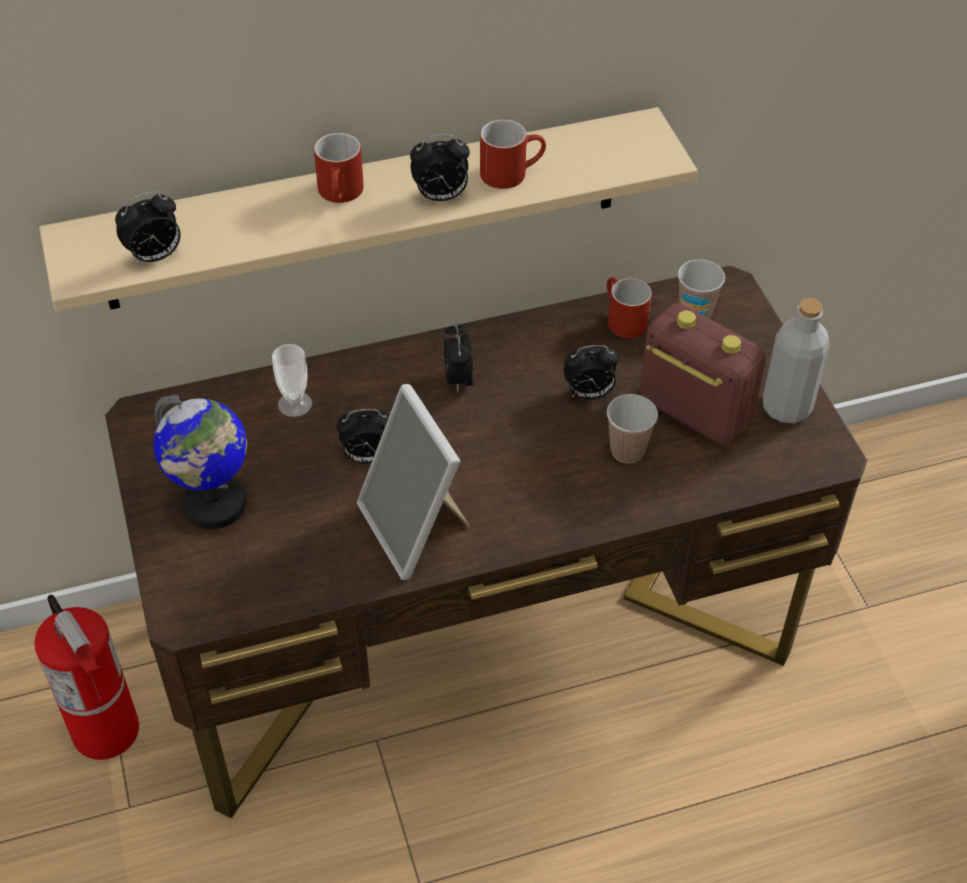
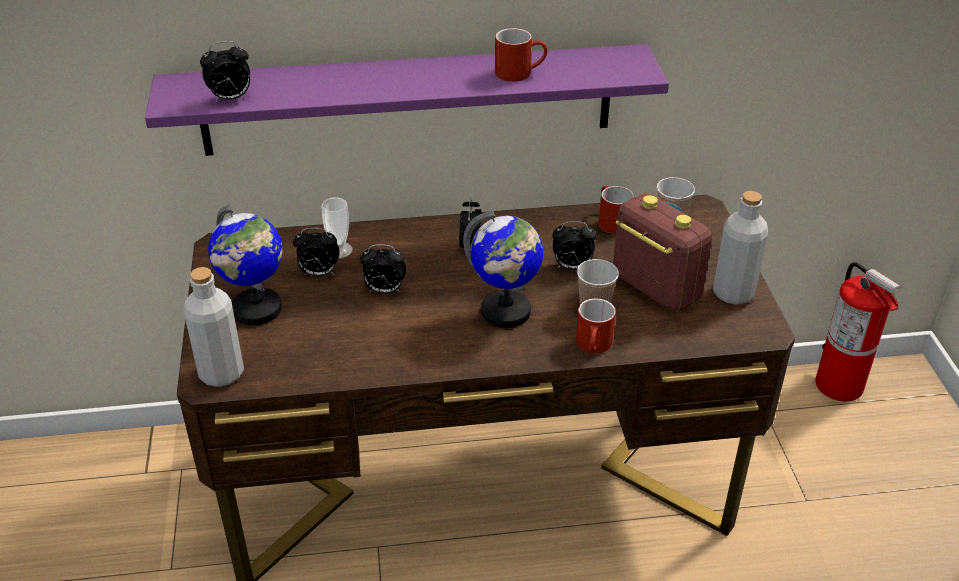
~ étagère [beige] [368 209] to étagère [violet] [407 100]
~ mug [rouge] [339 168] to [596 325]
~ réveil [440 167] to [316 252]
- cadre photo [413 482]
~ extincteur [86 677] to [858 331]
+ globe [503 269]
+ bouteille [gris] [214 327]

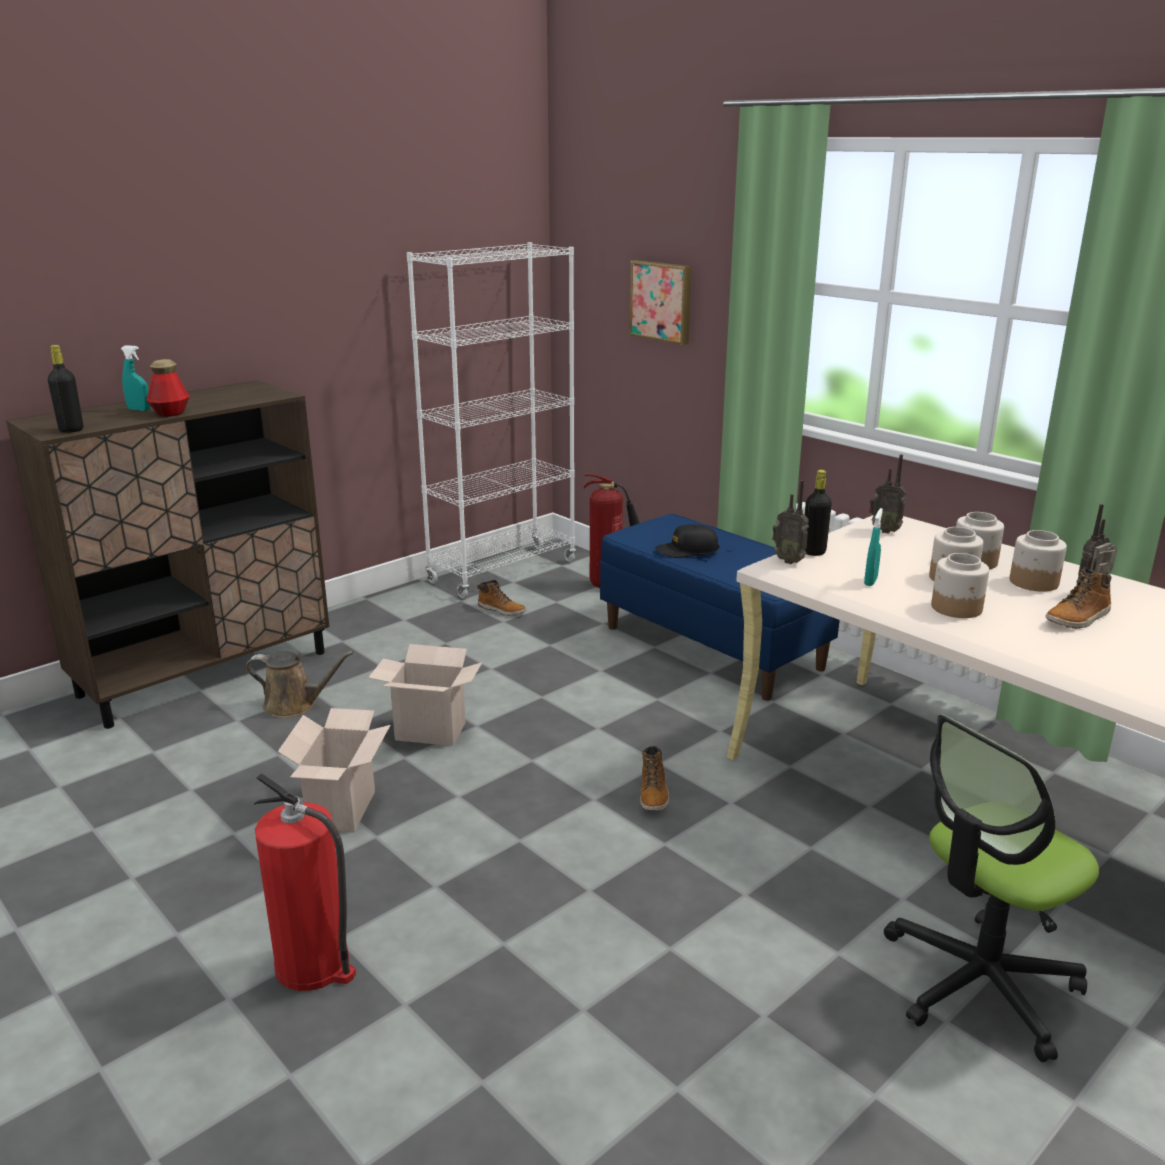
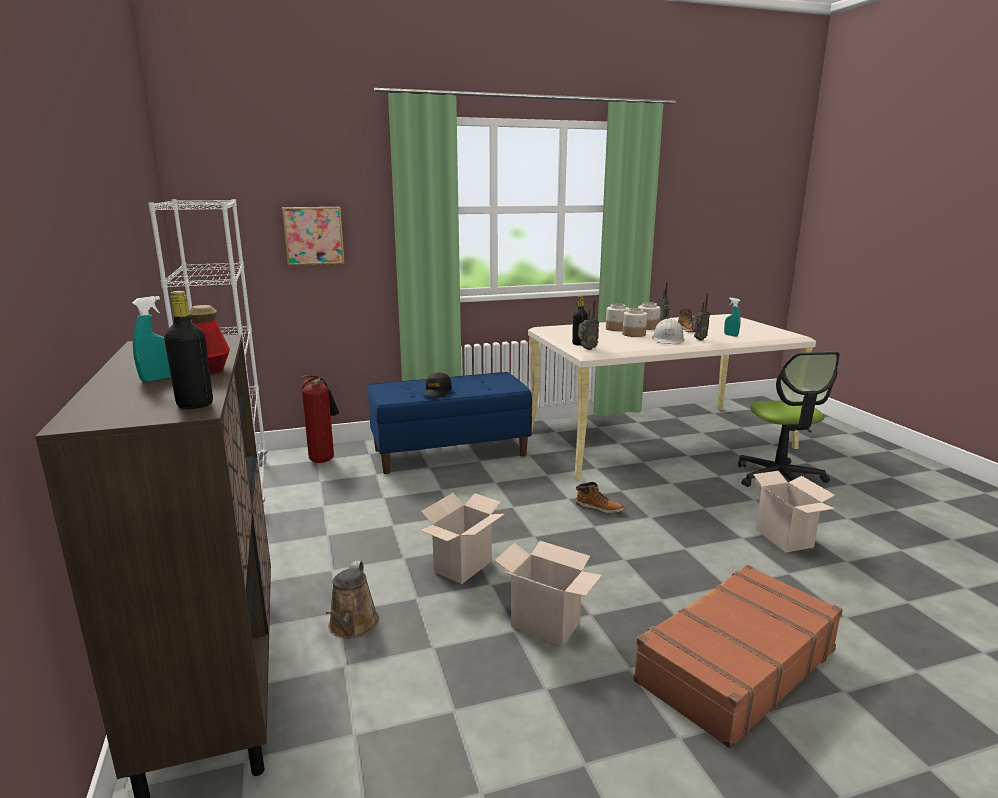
~ radio [887 494] to [701 316]
~ vaporisateur [turquoise] [873 547] to [732 317]
~ bocal [960 585] to casque de chantier [blanc] [668 331]
- botte [501 598]
~ arrosoir [marron] [300 684] = [352 599] 150 degrees clockwise
~ extincteur [305 882] to valise [marron] [738 657]
+ carton [794 512]

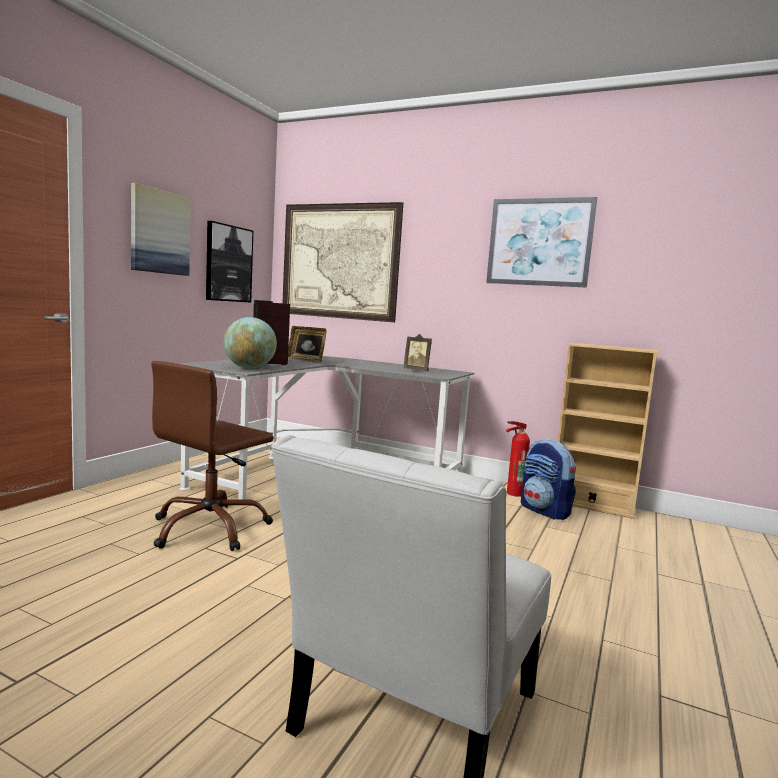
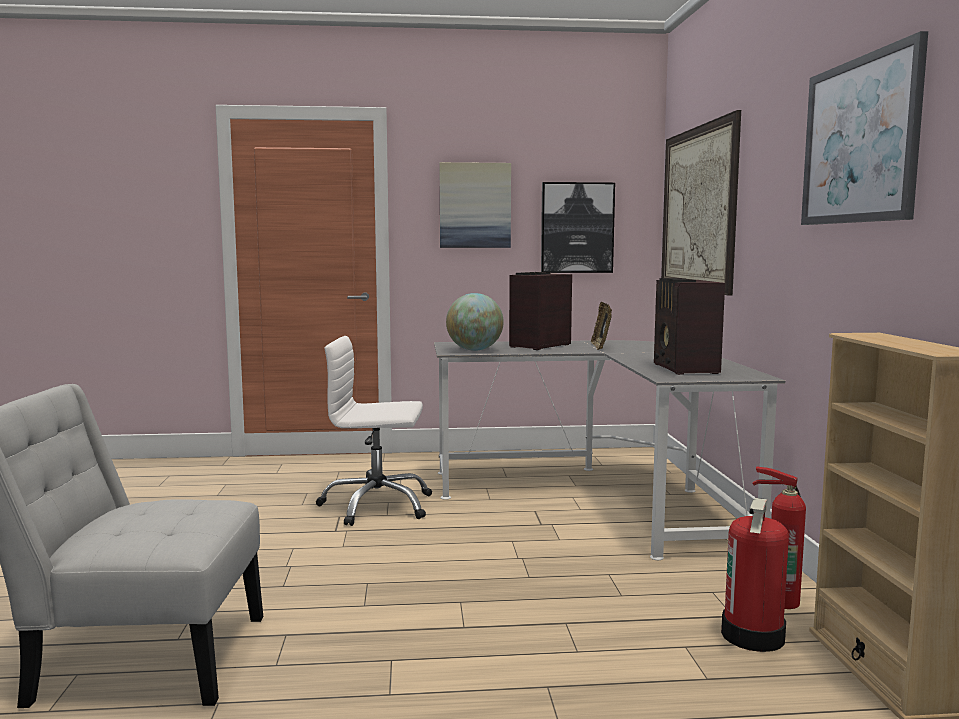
~ cadre photo [417 352] to radio [689 326]
~ chaise de bureau [marron] [212 456] to chaise de bureau [blanc] [374 431]
~ sac à dos [548 479] to extincteur [755 575]

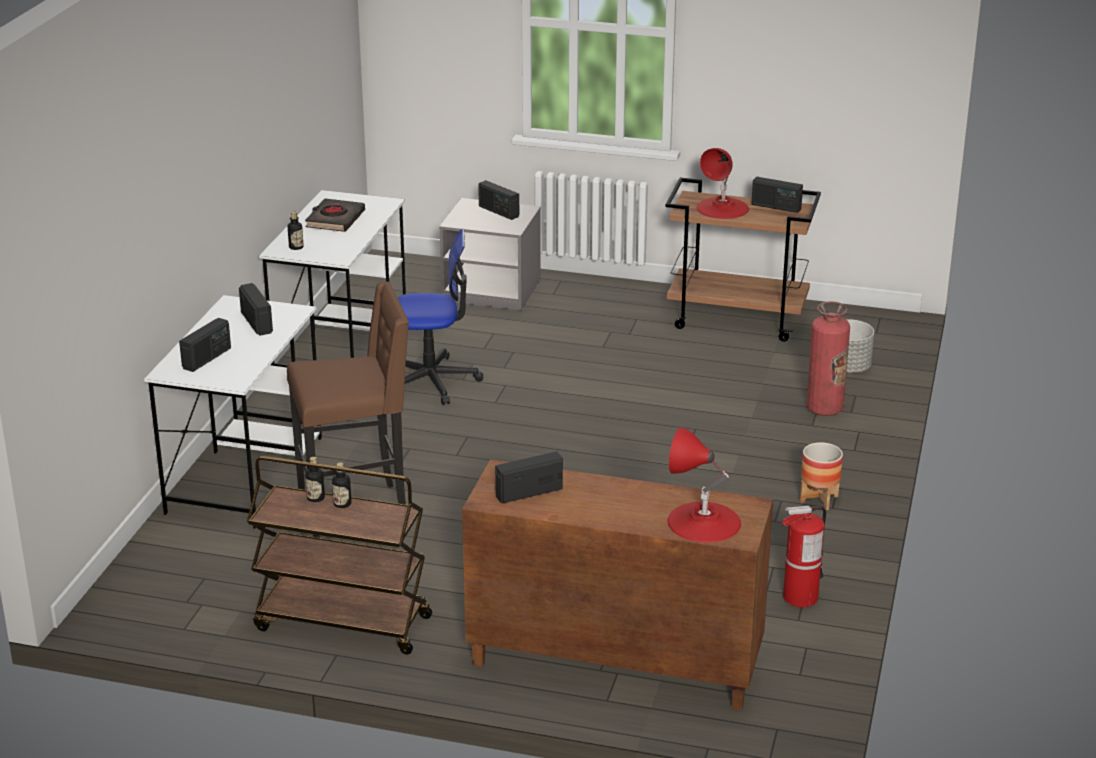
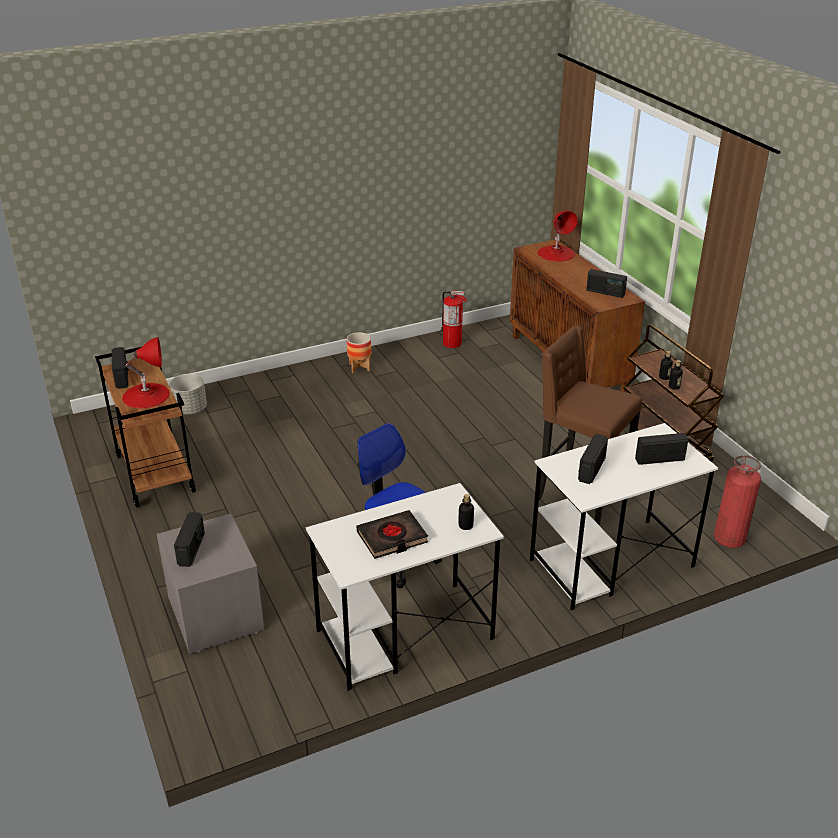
~ extincteur [828 358] to [737 501]

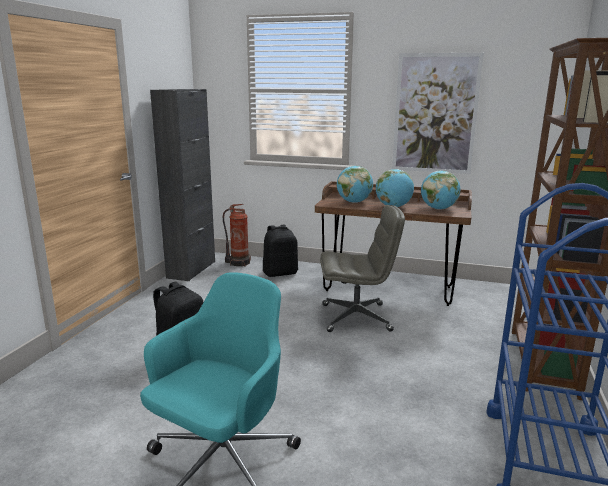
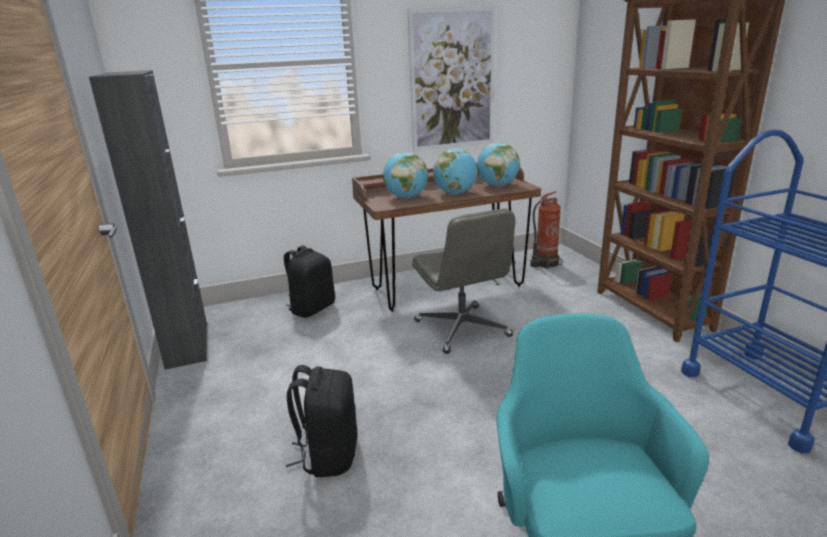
~ extincteur [237 235] to [546 230]
~ chaise de bureau [gris] [362 268] = [464 281] 105 degrees clockwise

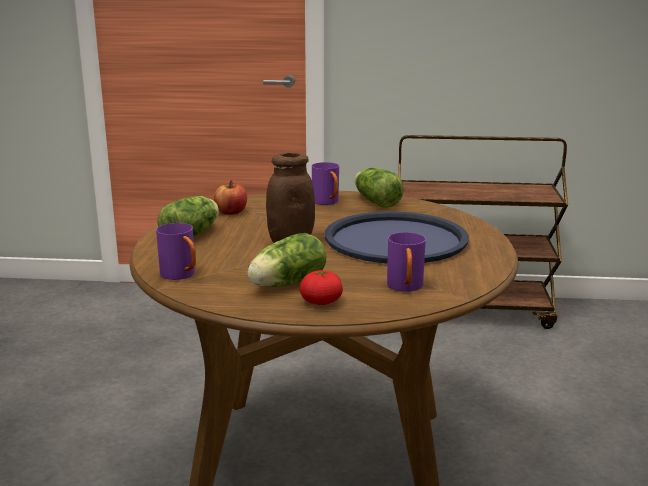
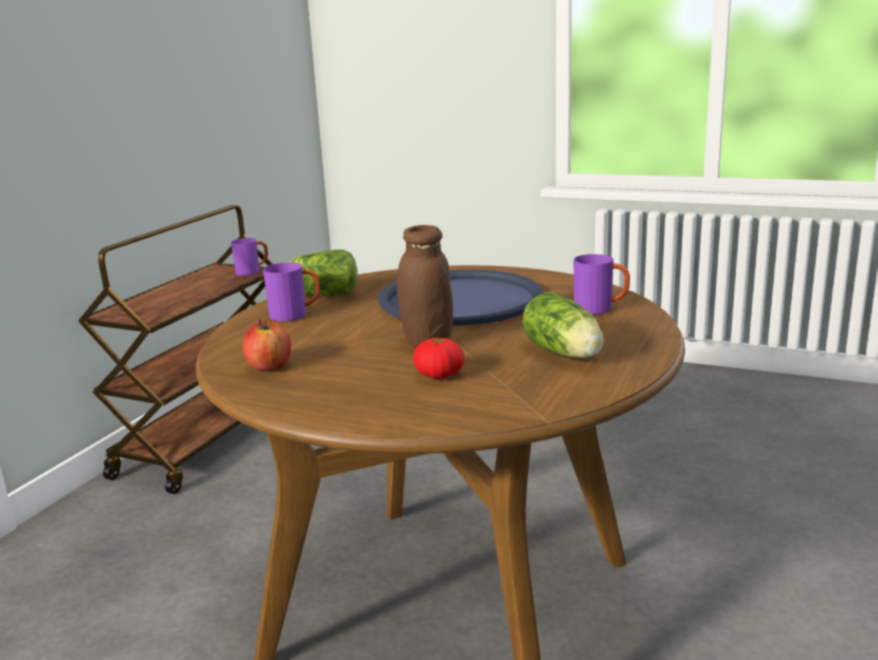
- laitue [188 217]
~ mug [violet] [176 251] to [249 257]
~ tomate [321 287] to [438 358]

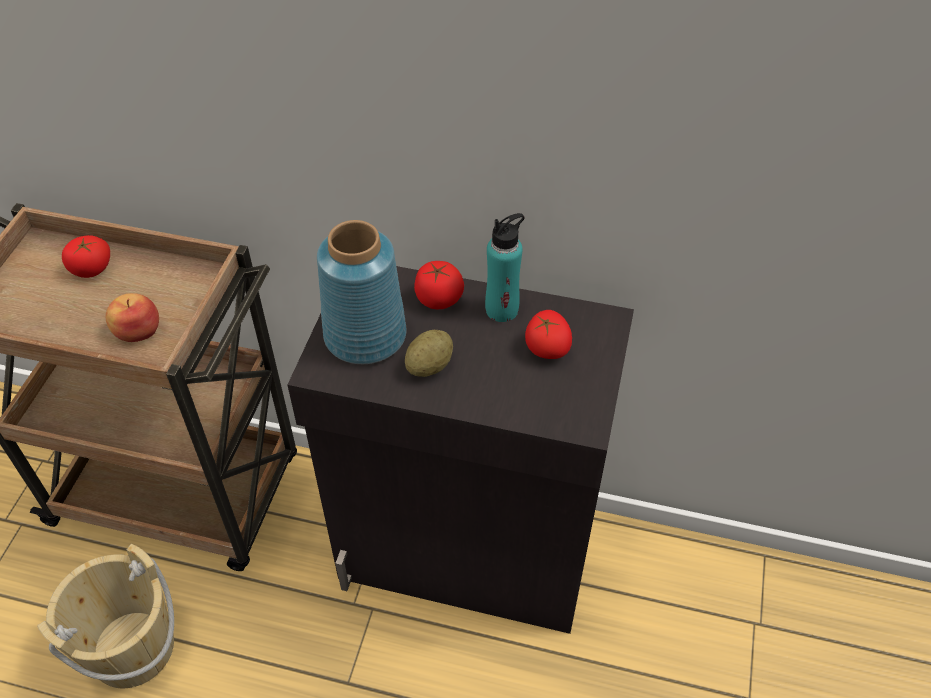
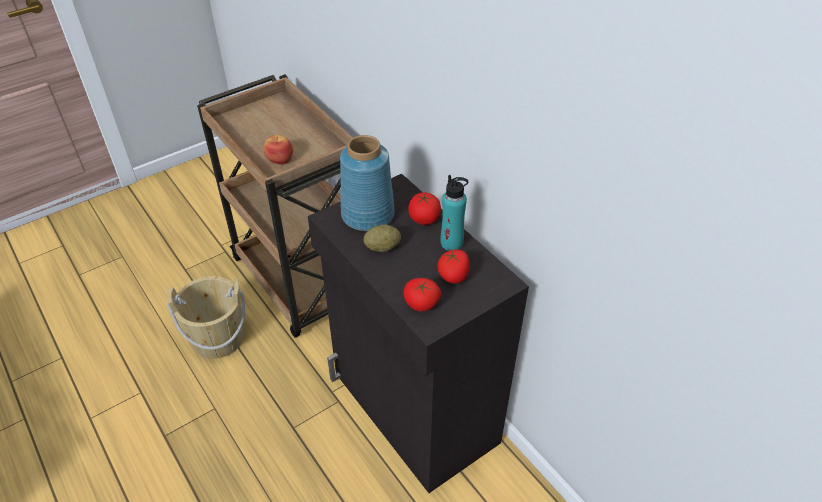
~ tomate [86 256] to [422 294]

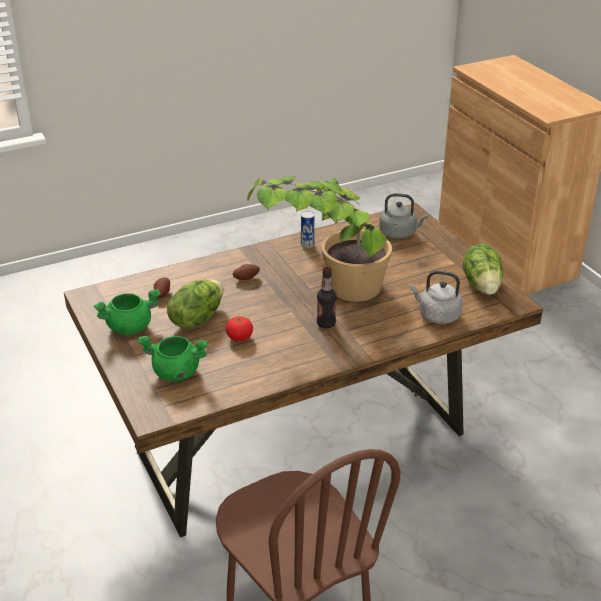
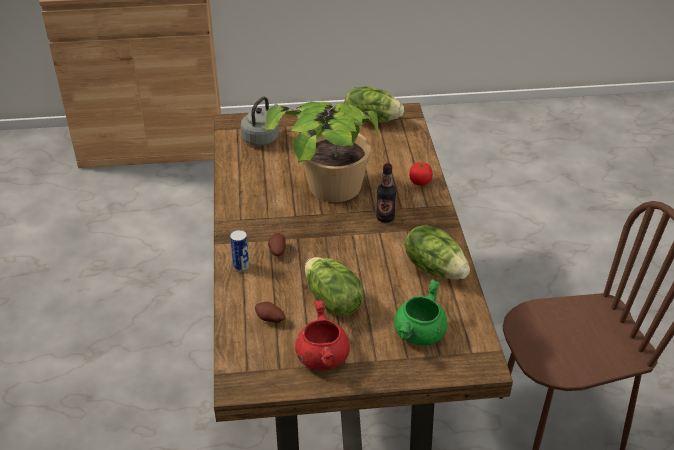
~ boîte métallique [308 229] to [239 251]
- bouilloire [gris] [436 297]
~ marmite [vert] [127 312] to marmite [rouge] [322 335]
~ tomate [239 329] to [421 174]
+ laitue [437 251]

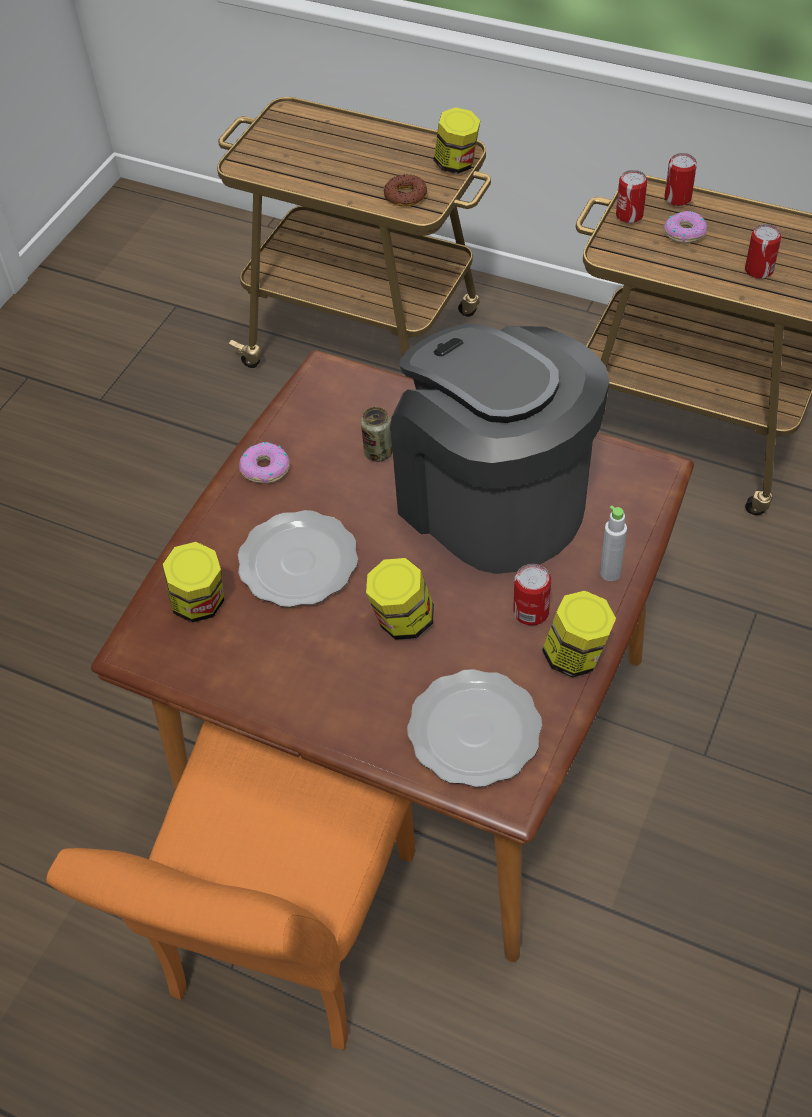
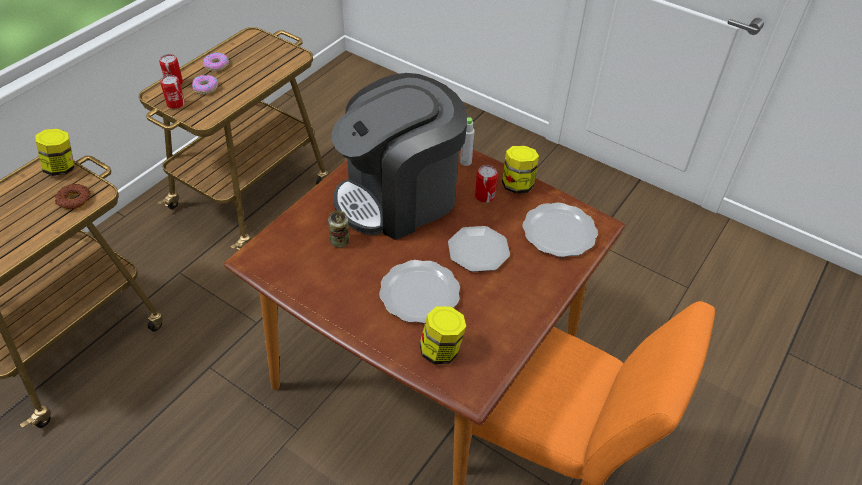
- boîte métallique [763 251]
~ beignet [264 463] to [216 61]
~ bocal [400 599] to assiette [479 249]

